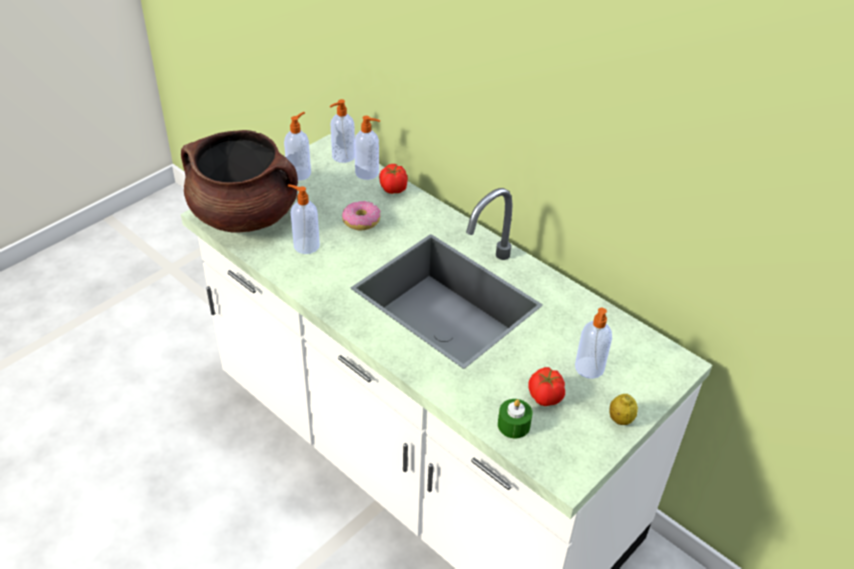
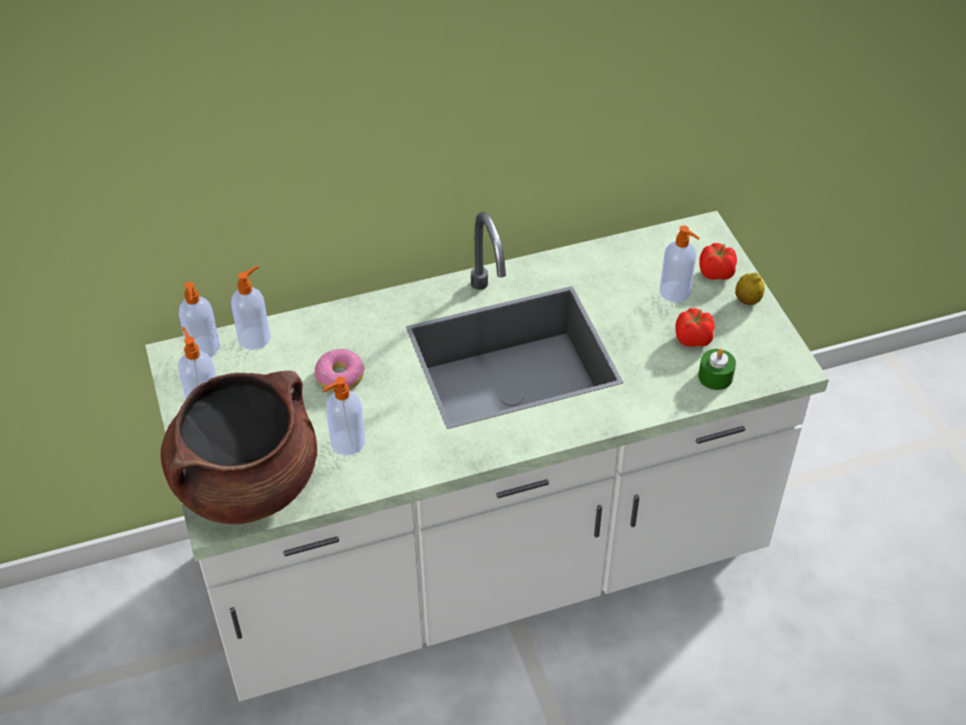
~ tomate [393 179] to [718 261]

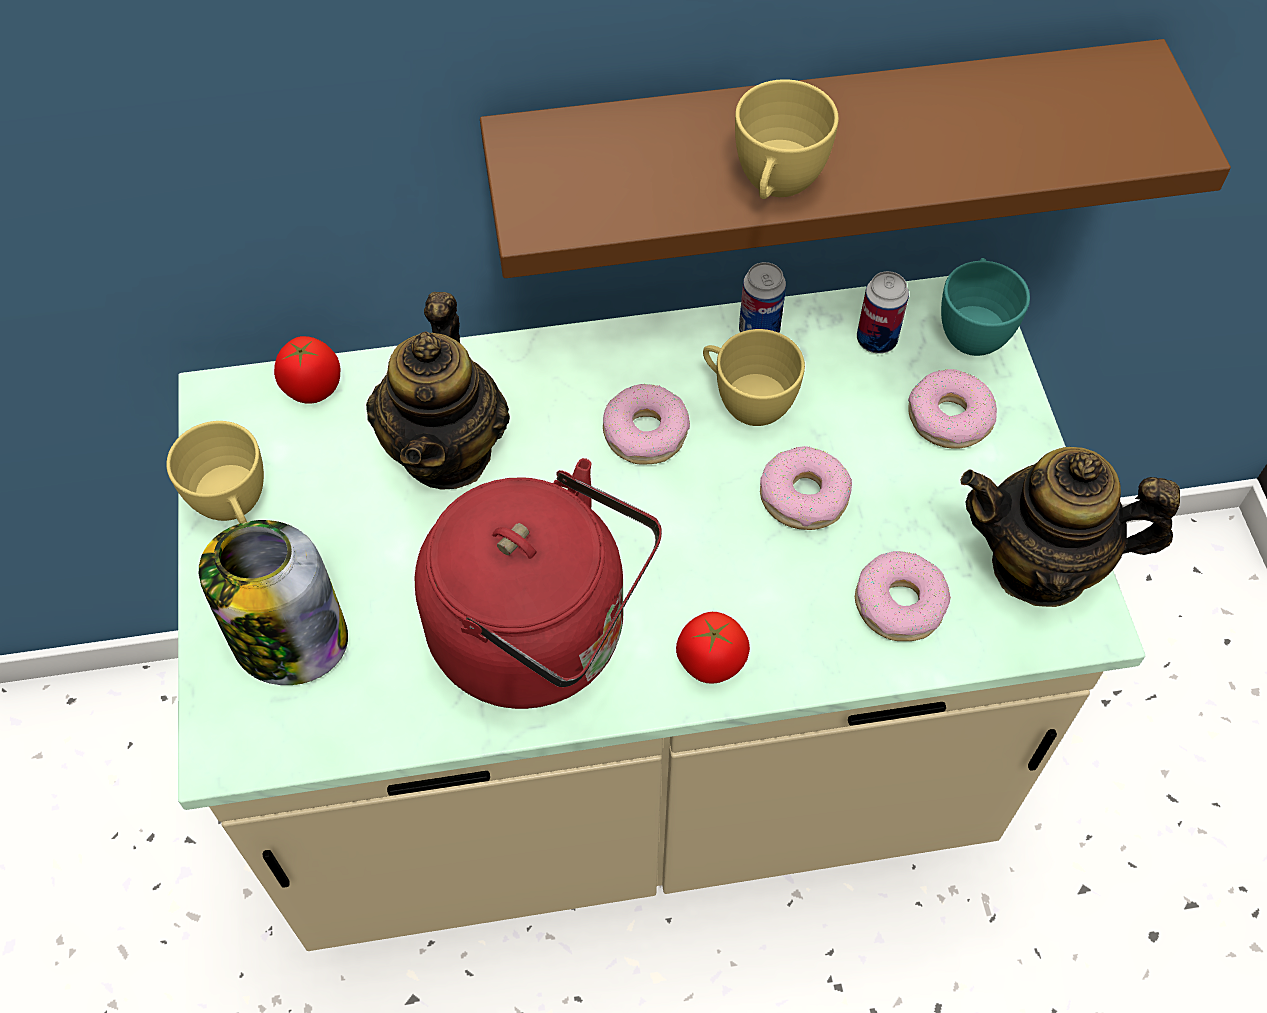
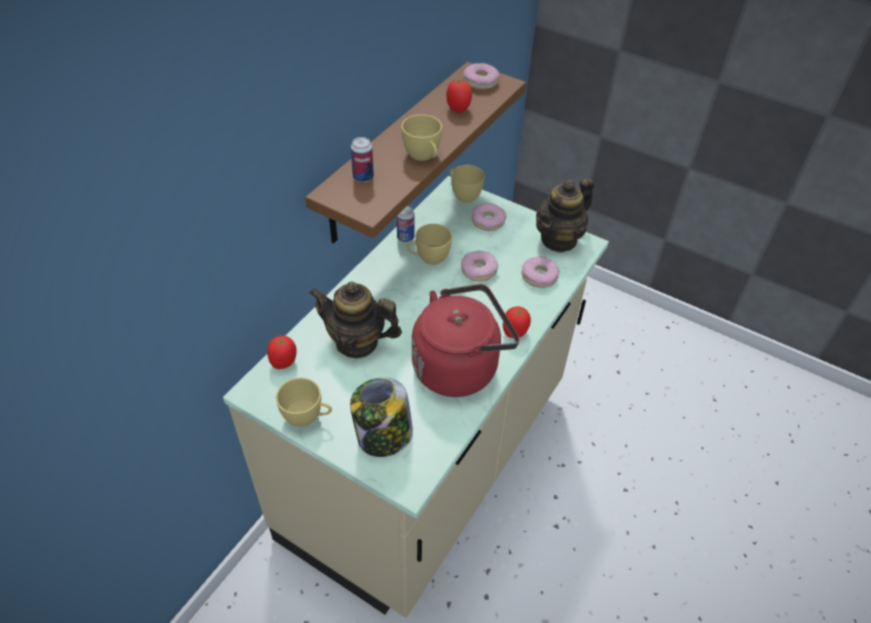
~ tasse [turquoise] [985 307] to tasse [jaune] [467 184]
~ boîte métallique [883 312] to [362 159]
~ théière [438 390] = [355 320] 150 degrees clockwise
~ beignet [646 424] to [481 76]
+ tomate [459 96]

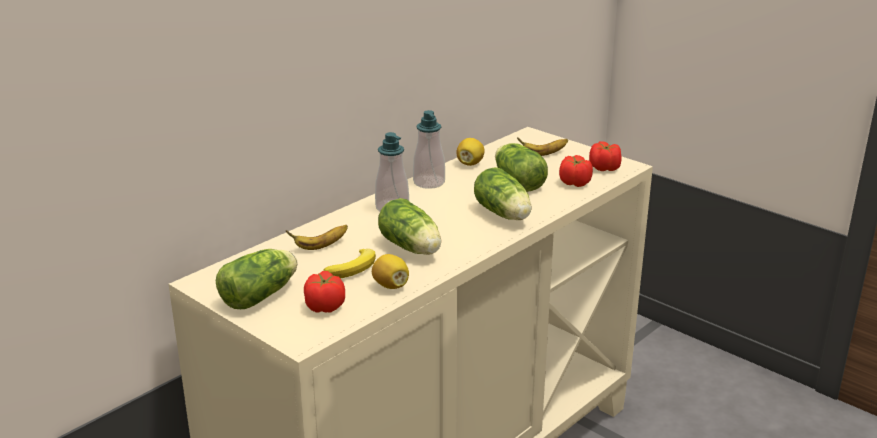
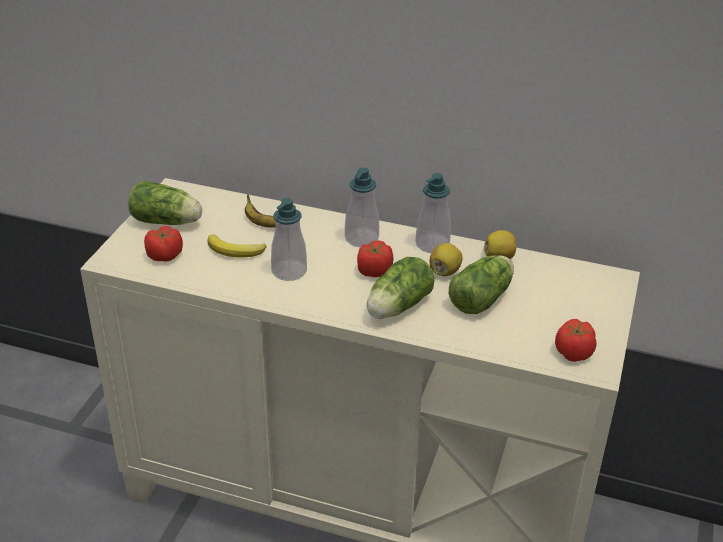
- banane [542 146]
~ tomate [576 171] to [375 258]
~ laitue [409 226] to distributeur de savon [289 239]
~ citron [390 271] to [445 259]

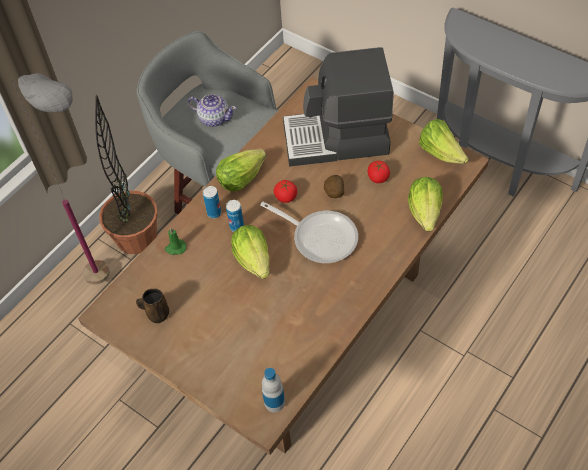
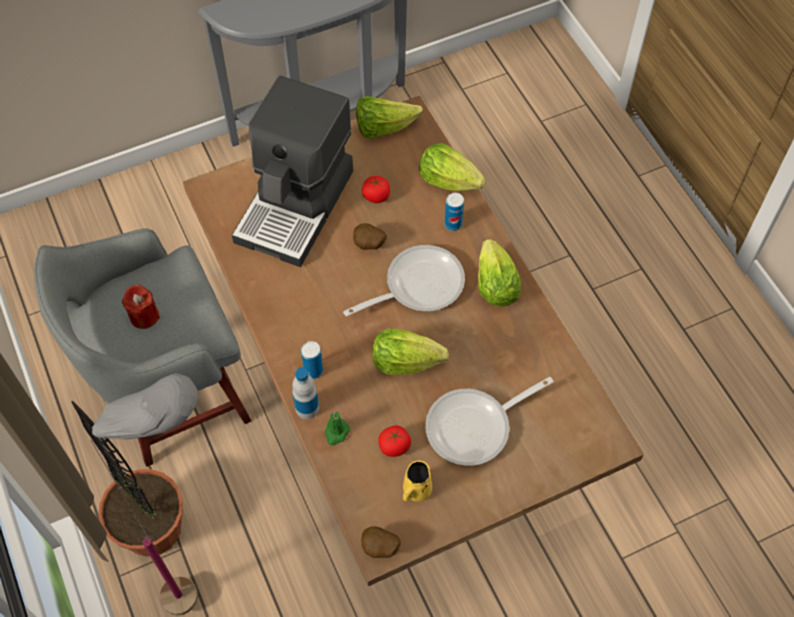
~ théière [212 110] to bougie [rouge] [141 306]
~ laitue [241 170] to [499 273]
~ tomate [285 191] to [394 441]
~ boîte métallique [235 216] to [454 212]
~ mug [marron] [152 306] to mug [jaune] [417 481]
~ bouteille [273 390] to [305 393]
+ poêle [489 421]
+ pomme de terre [381 542]

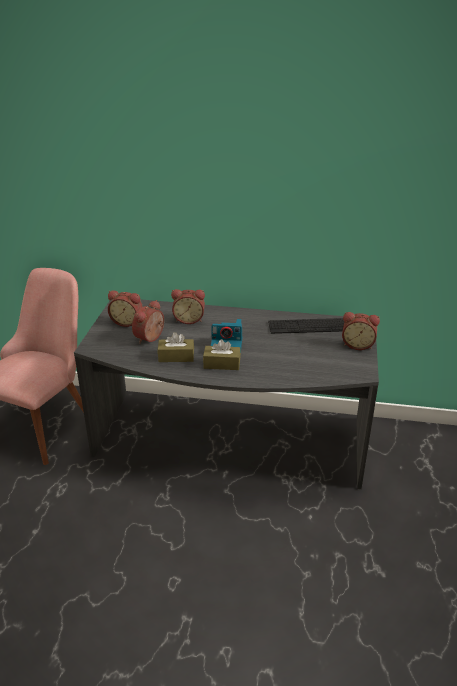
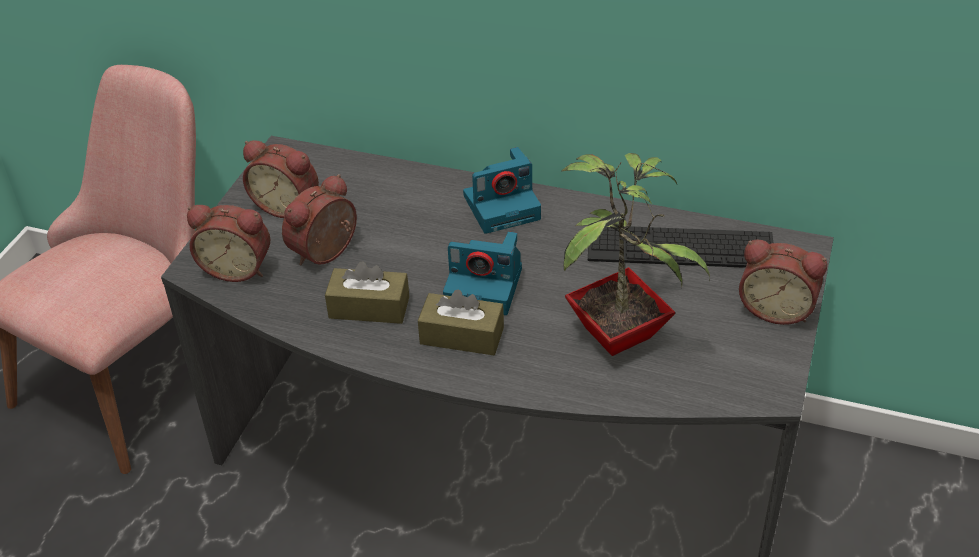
~ réveil [188 306] to [228 243]
+ appareil photo [502 190]
+ plante en pot [635 254]

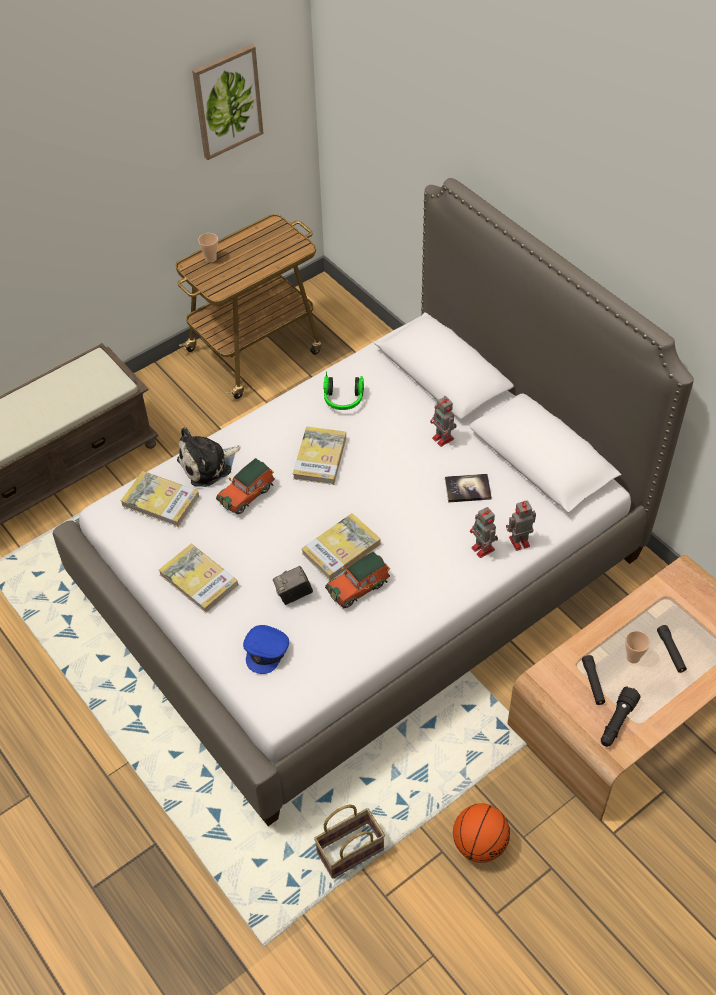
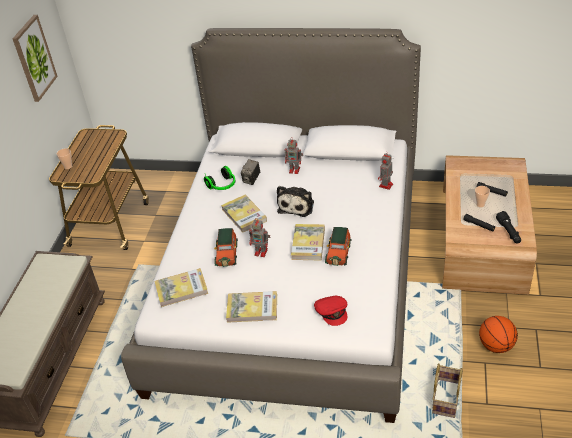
~ peluche [208 457] to [295 201]
- livre [468 488]
~ robot jouet [484 532] to [259 238]
~ appareil photo [293 585] to [250 172]
~ casquette [bleu] [266 649] to casquette [rouge] [330 311]

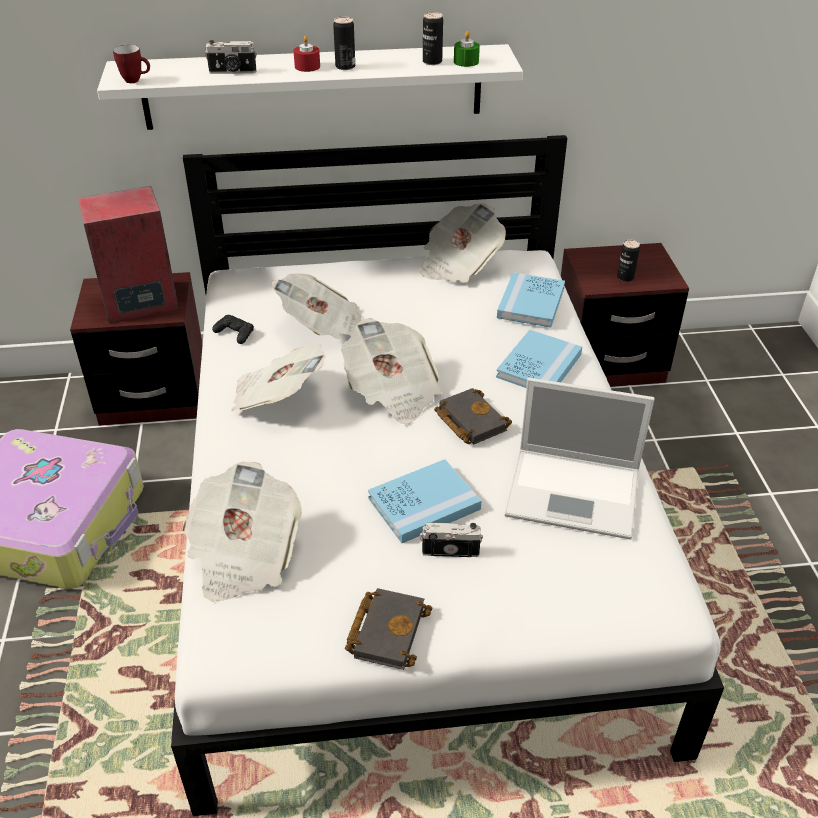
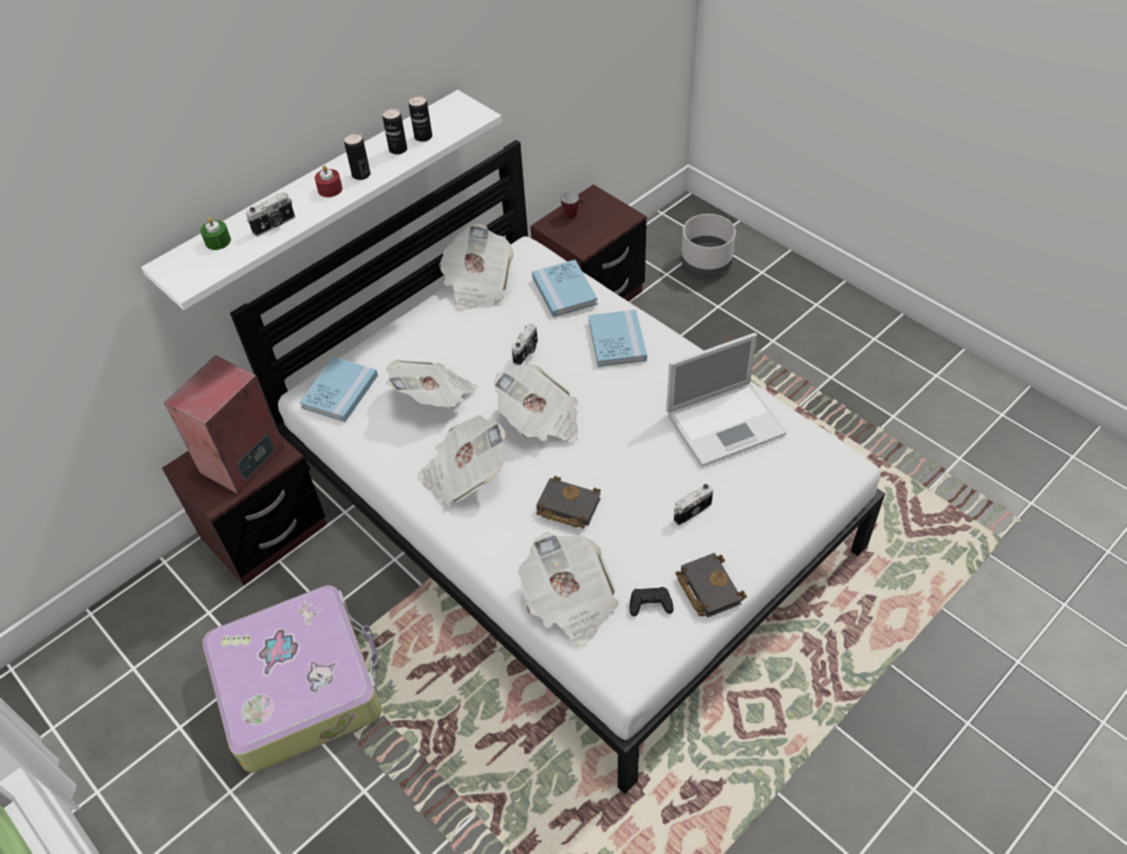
~ bougie [vert] [467 49] to [215 233]
~ mug [131 64] to [572 205]
~ boîte métallique [628 261] to [395 131]
~ manette [noir] [233 329] to [652 601]
~ livre [noir] [473 416] to [568 502]
~ livre [bleu] [424 501] to [338 389]
+ cache-pot [gris] [708 245]
+ appareil photo [525 344]

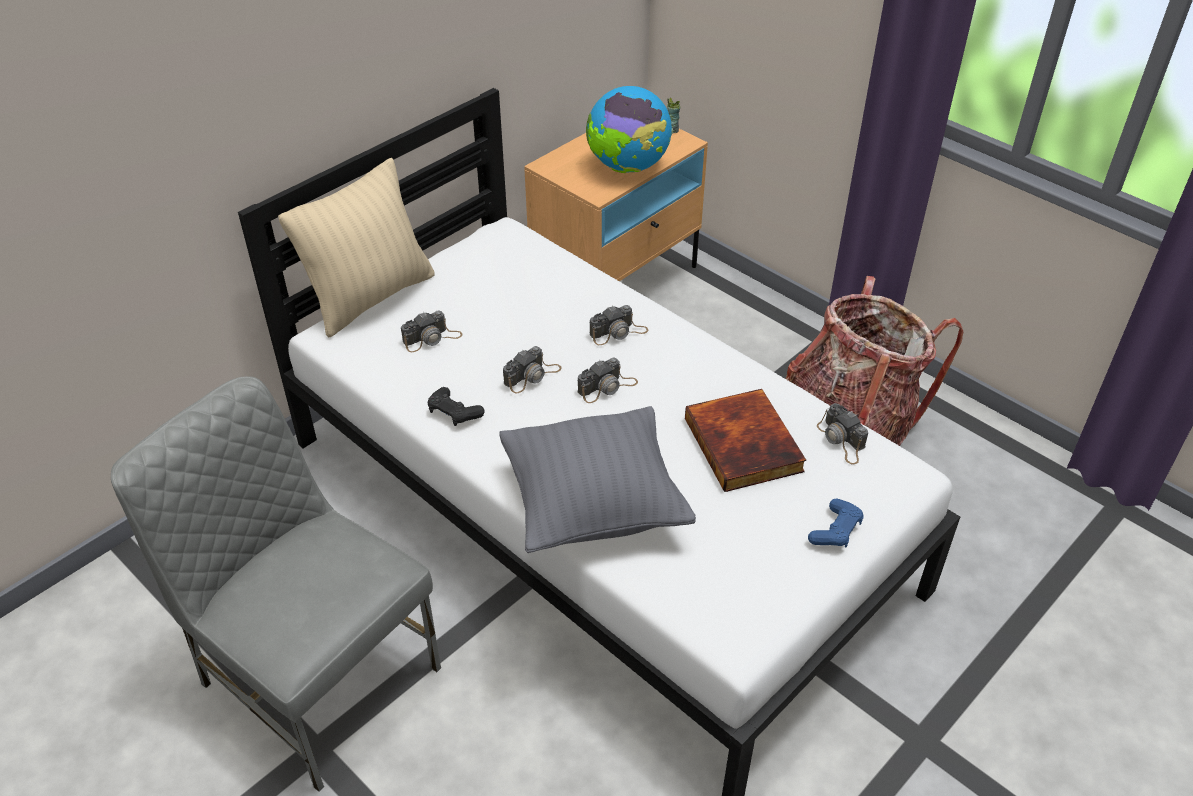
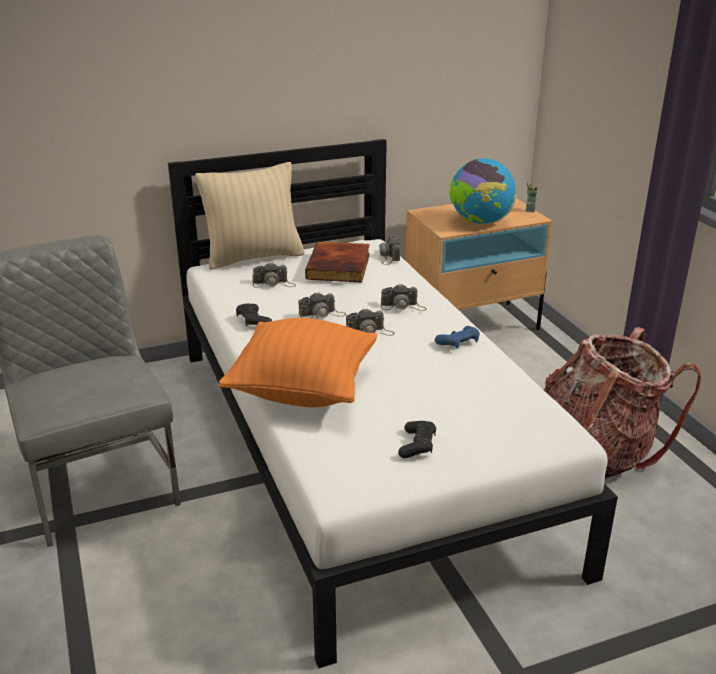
~ livre [745 440] to [337 262]
~ appareil photo [842 434] to [390 250]
~ coussin [gris] [597 479] to coussin [orange] [297 362]
~ manette [bleu] [836 523] to [457 337]
+ manette [noir] [417 439]

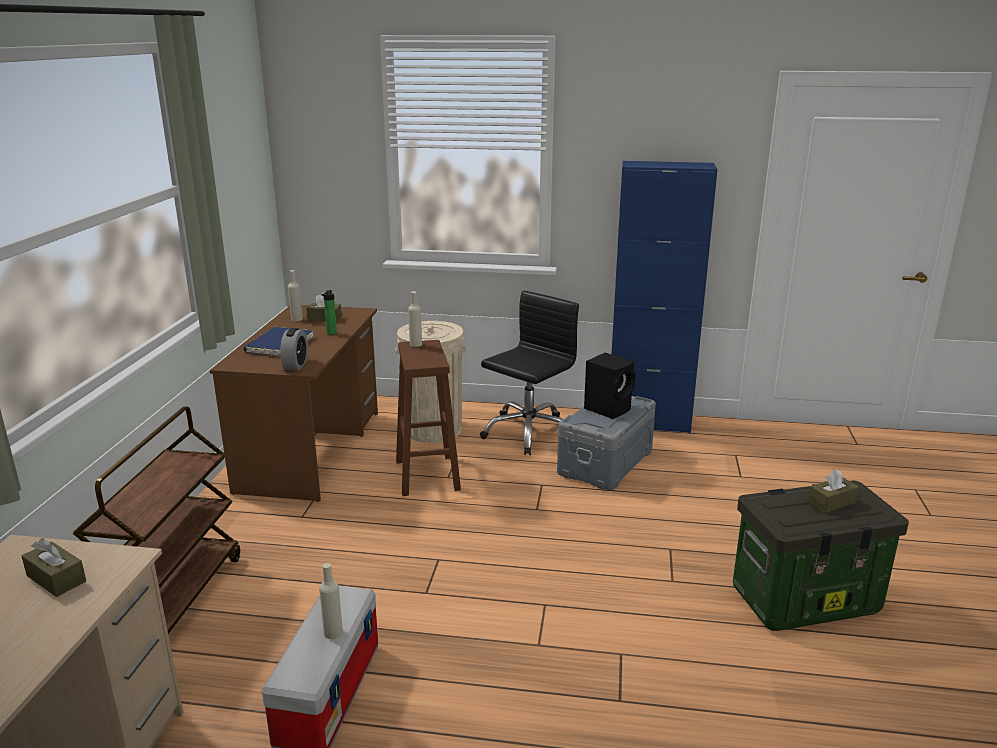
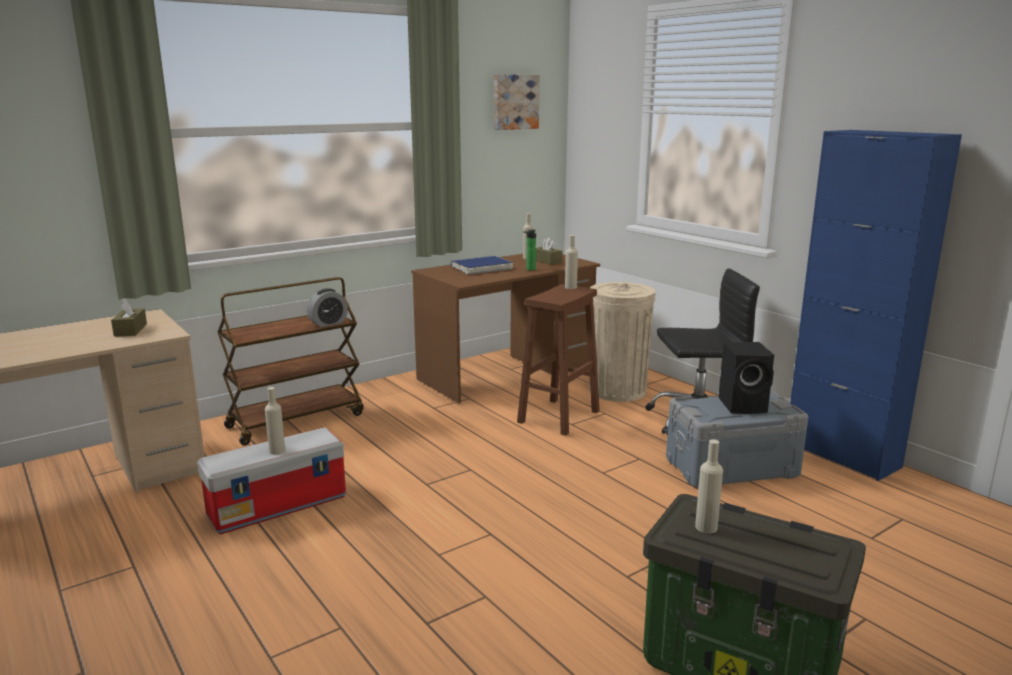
~ réveil [294 349] to [327 307]
- boîte à mouchoirs [marron] [833 491]
+ tableau [516 102]
+ bouteille [beige] [709 486]

